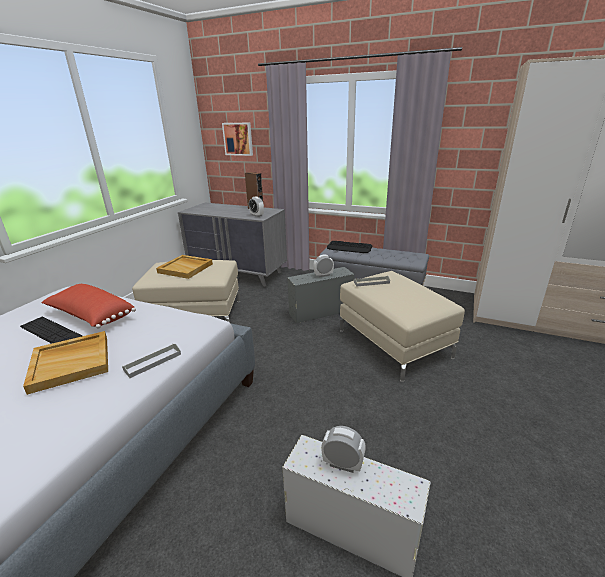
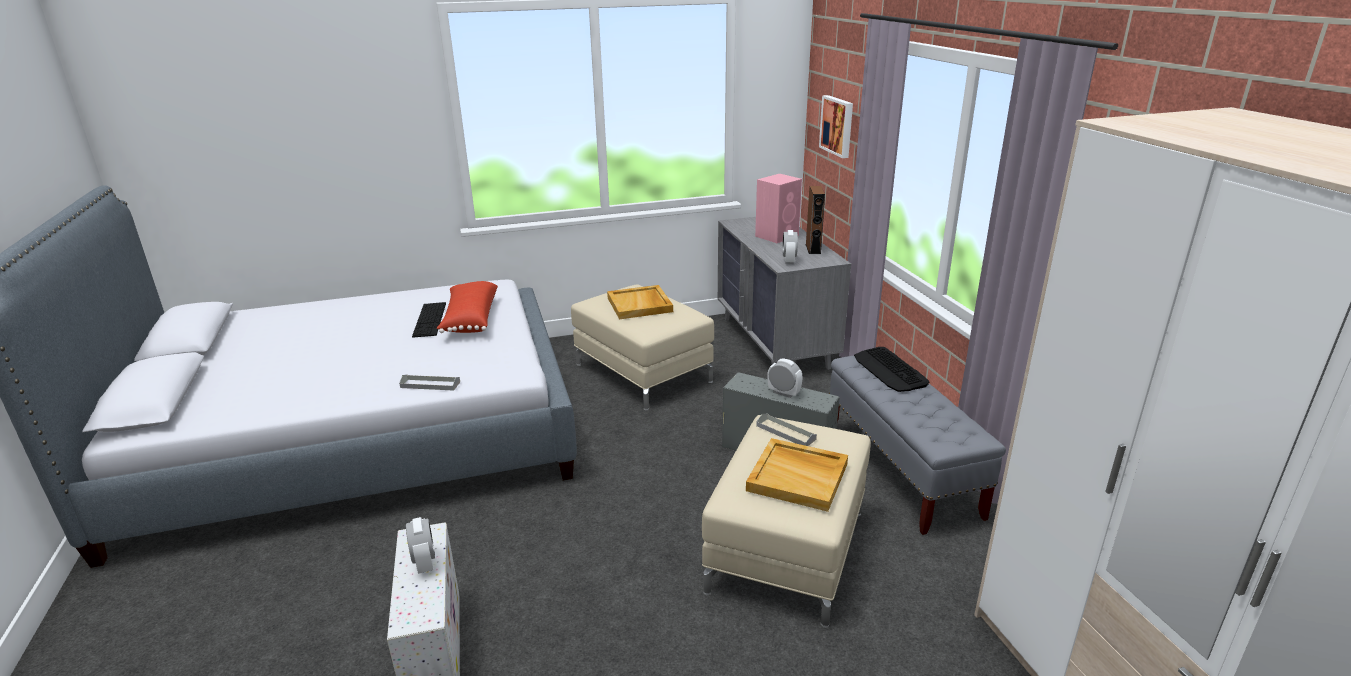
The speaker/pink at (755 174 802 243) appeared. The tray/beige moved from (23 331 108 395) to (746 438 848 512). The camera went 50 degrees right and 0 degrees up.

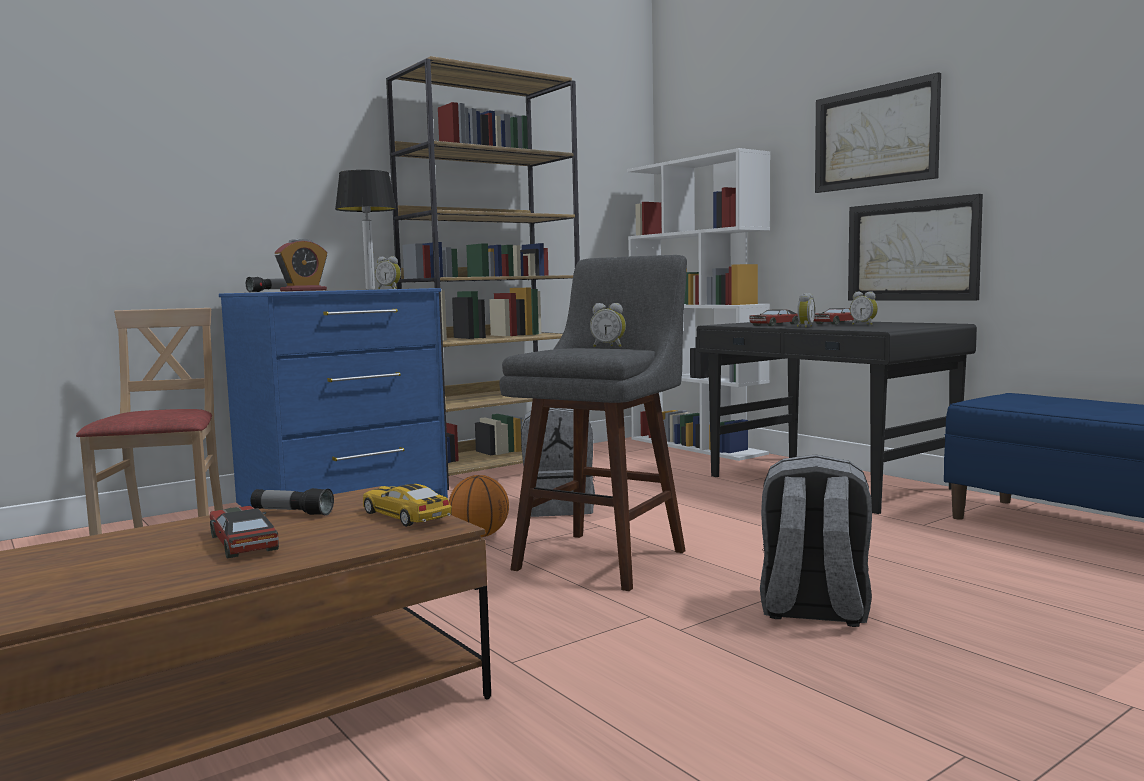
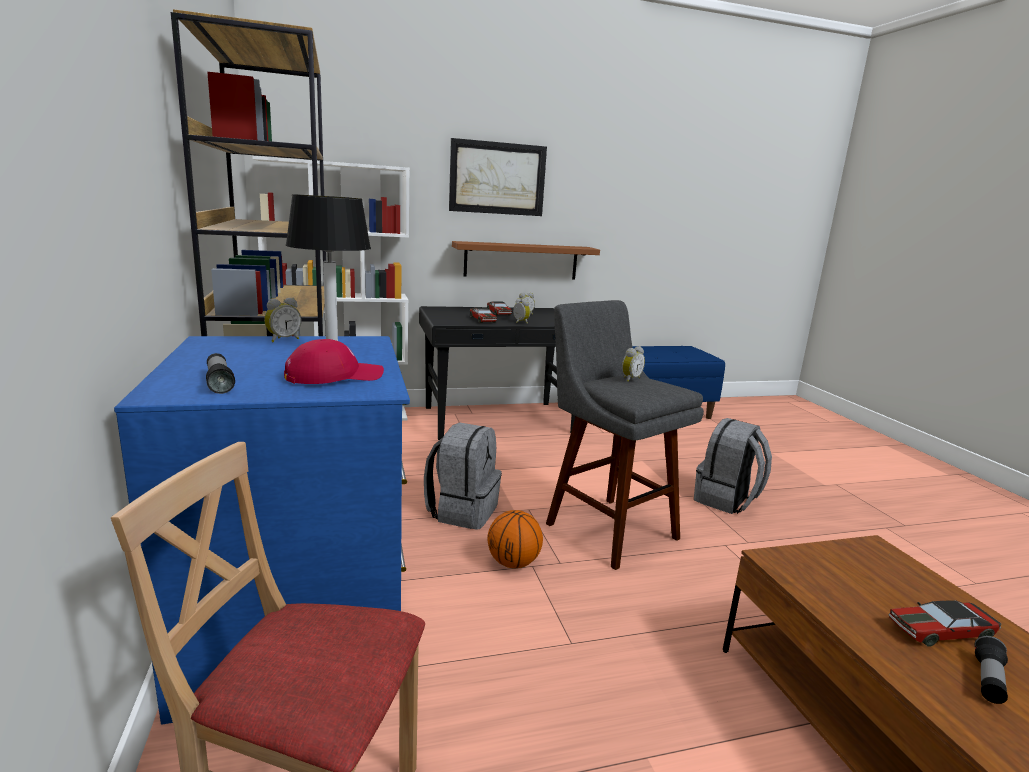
The toy car at (363 484 452 527) disappeared. The flashlight moved from (251 488 334 516) to (975 636 1008 704). The alarm clock at (275 238 327 291) was replaced by the cap/red at (284 339 384 384). The picture at (848 194 983 300) was replaced by the shelf/brown at (452 241 600 280). The camera went 70 degrees left and 10 degrees up.

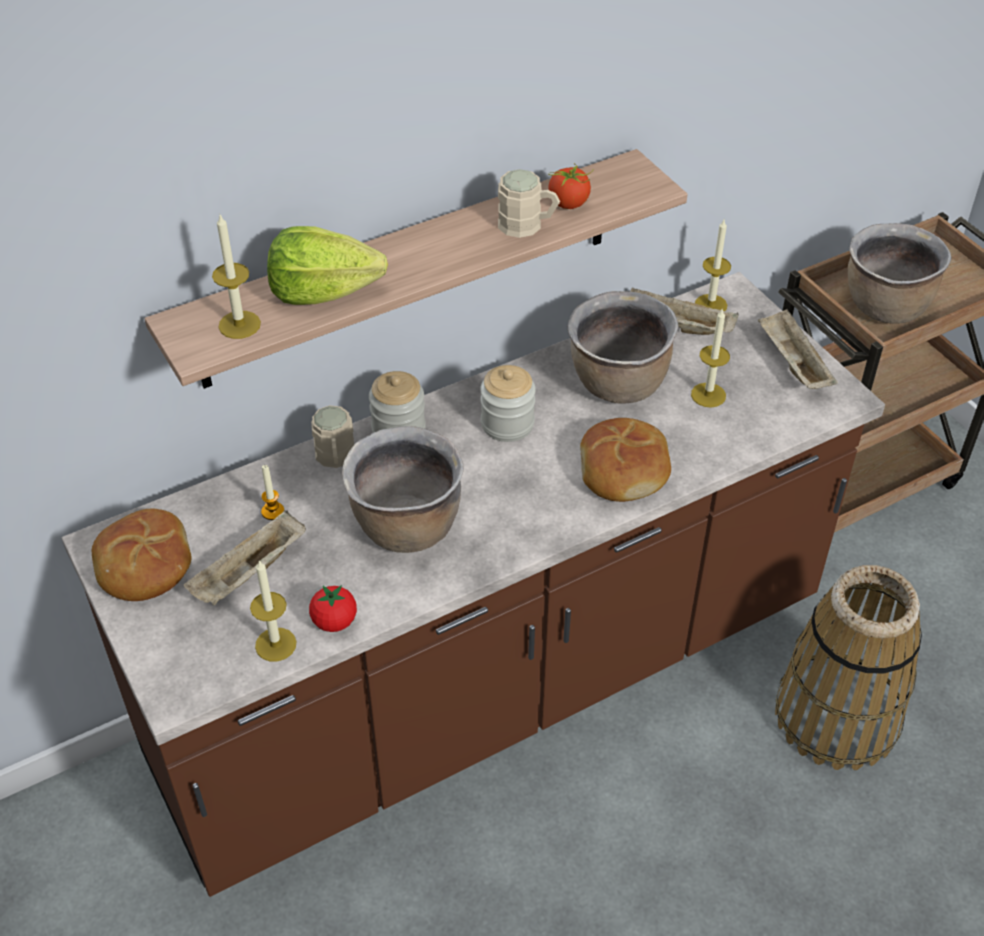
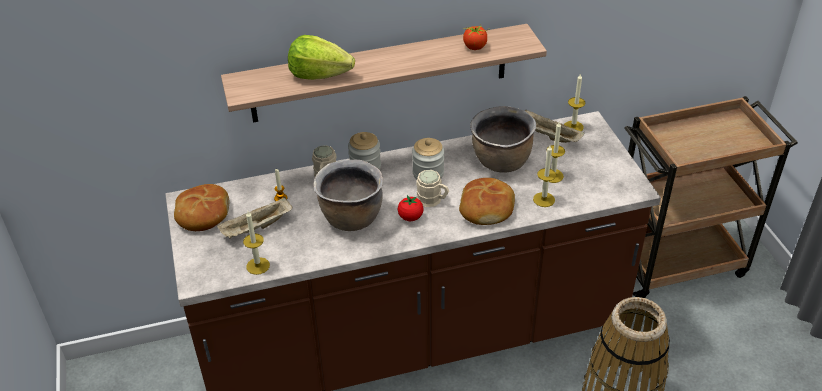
The tray/beige at (758 309 838 389) disappeared. The cooking pot/brown at (848 223 951 324) disappeared. The candle moved from (212 215 261 339) to (533 145 556 207). The tomato moved from (309 585 357 632) to (398 195 424 221). The mug/beige moved from (498 169 560 238) to (416 170 449 207). The camera went 15 degrees right and 5 degrees down.

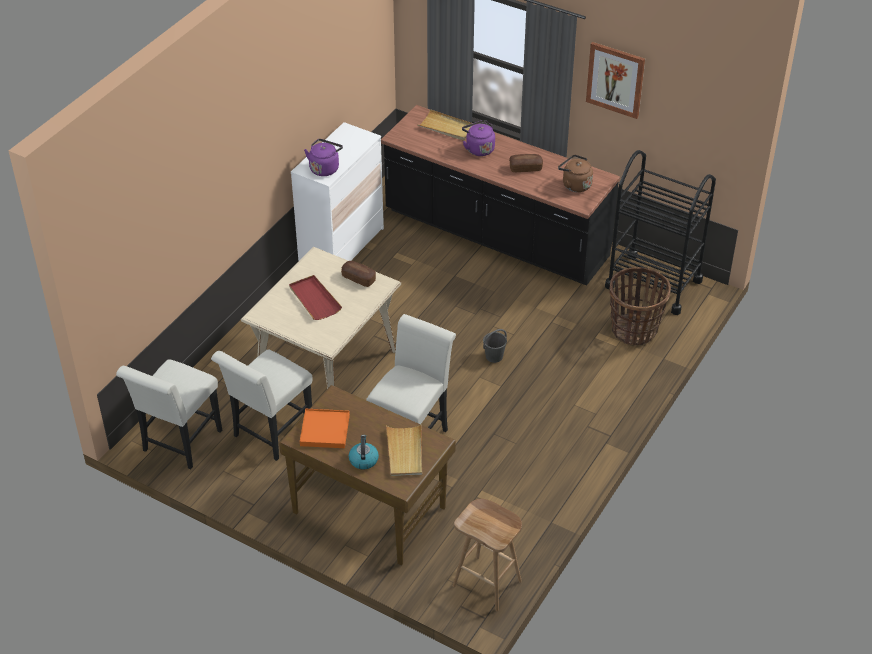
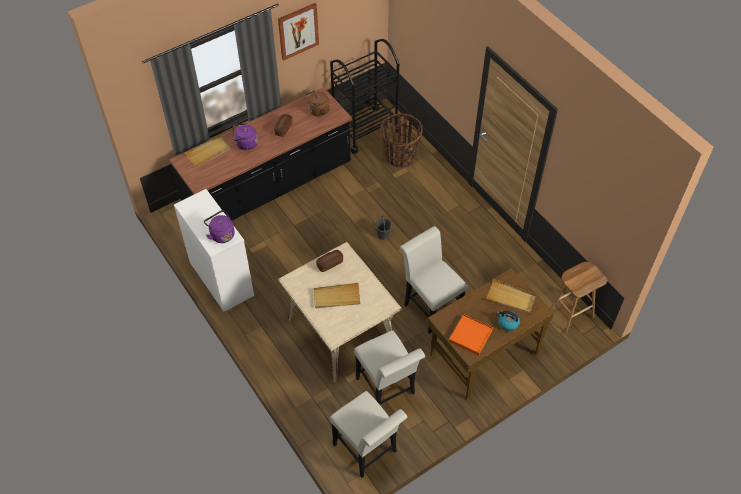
The tray/red at (289 275 342 320) became the tray/beige at (314 283 360 308). The camera went 65 degrees left and 10 degrees up.

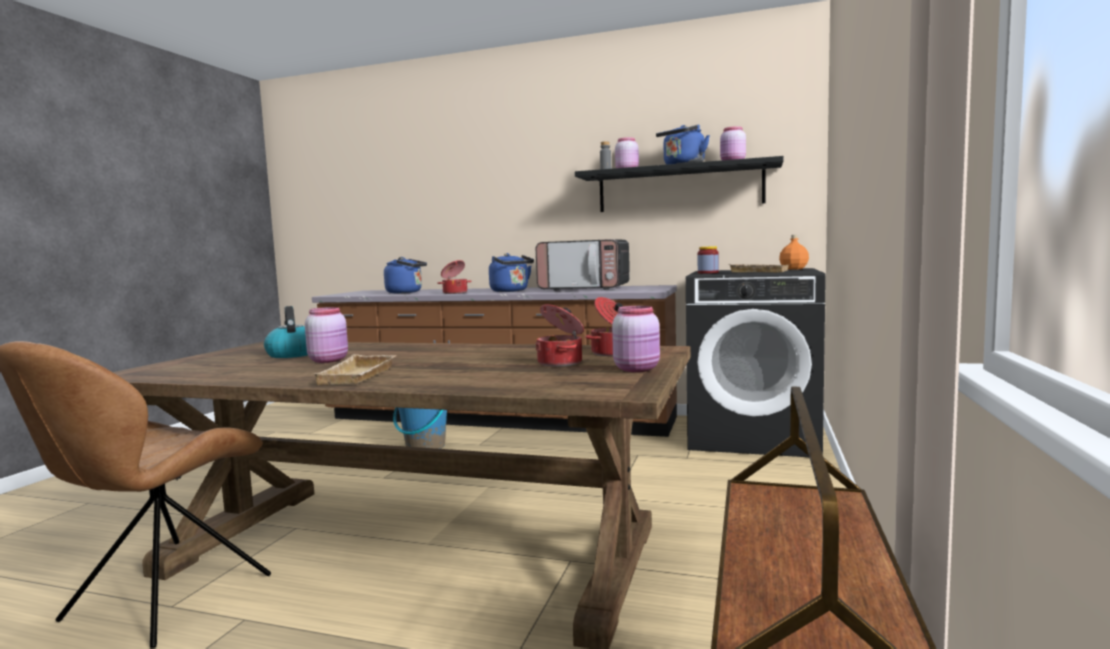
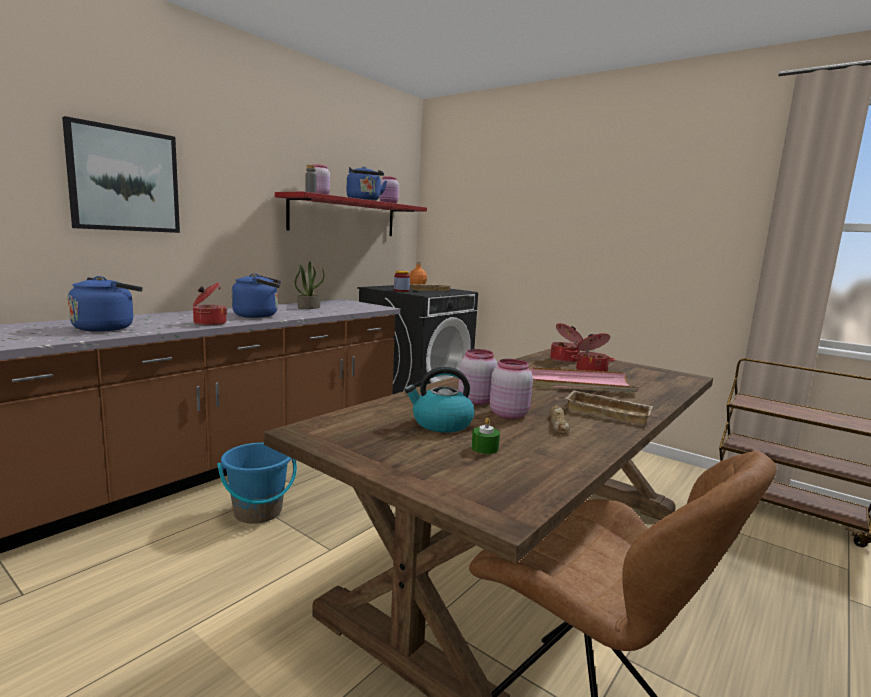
The picture at (62 116 180 233) appeared. The candle/green at (471 417 500 454) appeared. The tray/pink at (530 367 639 392) appeared. The bread at (550 405 570 434) appeared. The jar/pink moved from (612 306 660 372) to (458 349 498 405). The microwave at (536 239 630 291) was replaced by the potted plant at (295 262 324 309). The shelf/black at (575 156 784 212) became the shelf/red at (275 191 427 236). The camera went 70 degrees left and 5 degrees up.

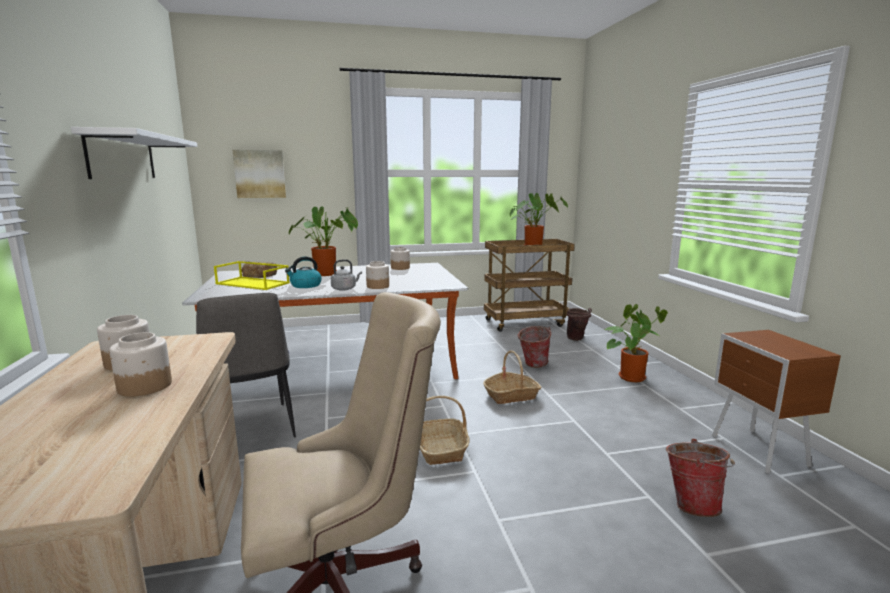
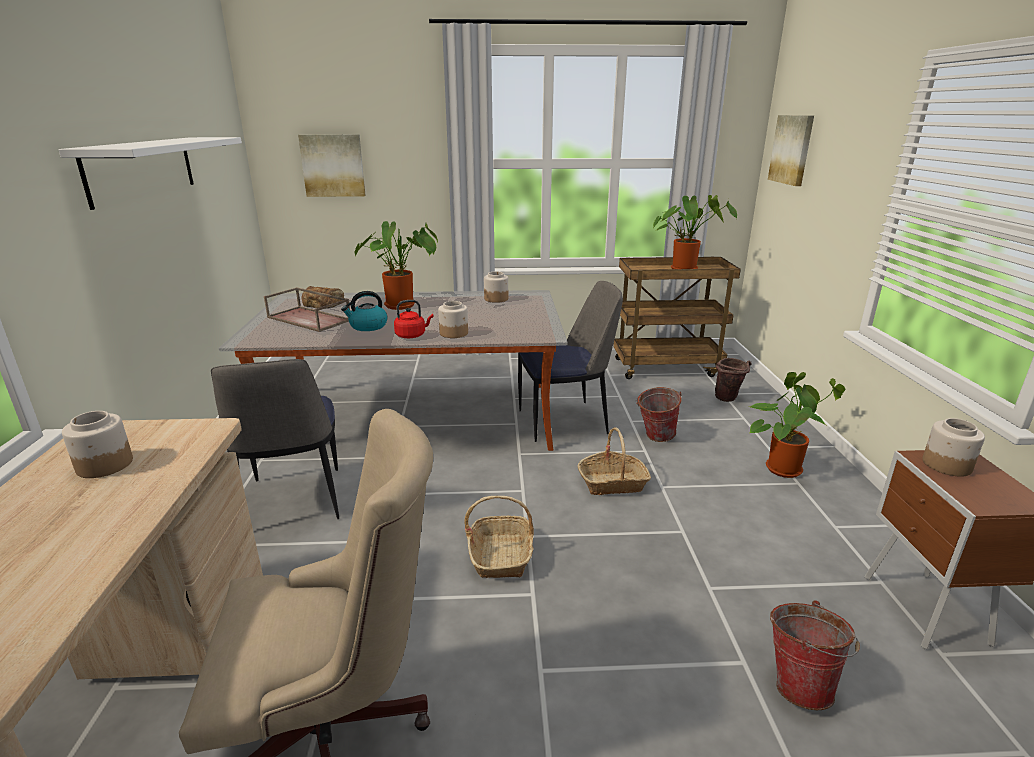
The chair at (518 281 623 442) appeared. The picture at (768 115 814 186) appeared. The jar moved from (109 332 172 397) to (922 418 985 477). The tray/yellow at (214 261 290 290) became the tray/brown at (264 287 350 332). The kettle/grey at (331 259 362 291) became the kettle/red at (394 300 434 338). The camera went 10 degrees right and 10 degrees up.

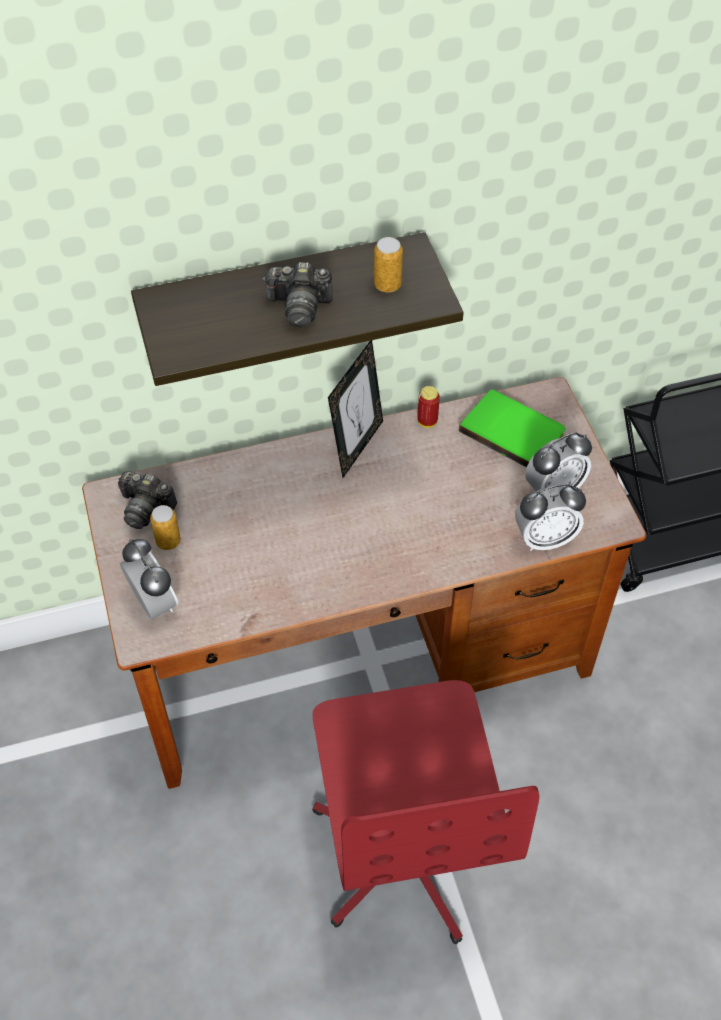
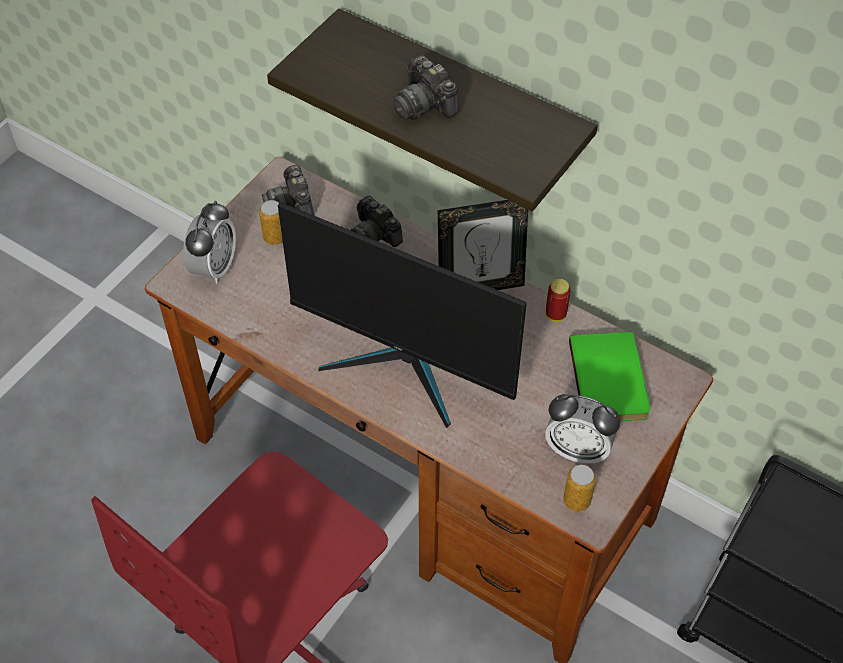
The alarm clock at (515 484 586 551) disappeared. The monitor at (278 202 527 428) appeared. The photo camera at (351 196 403 247) appeared. The can moved from (374 237 403 292) to (563 465 596 511). The camera went 50 degrees right and 0 degrees up.

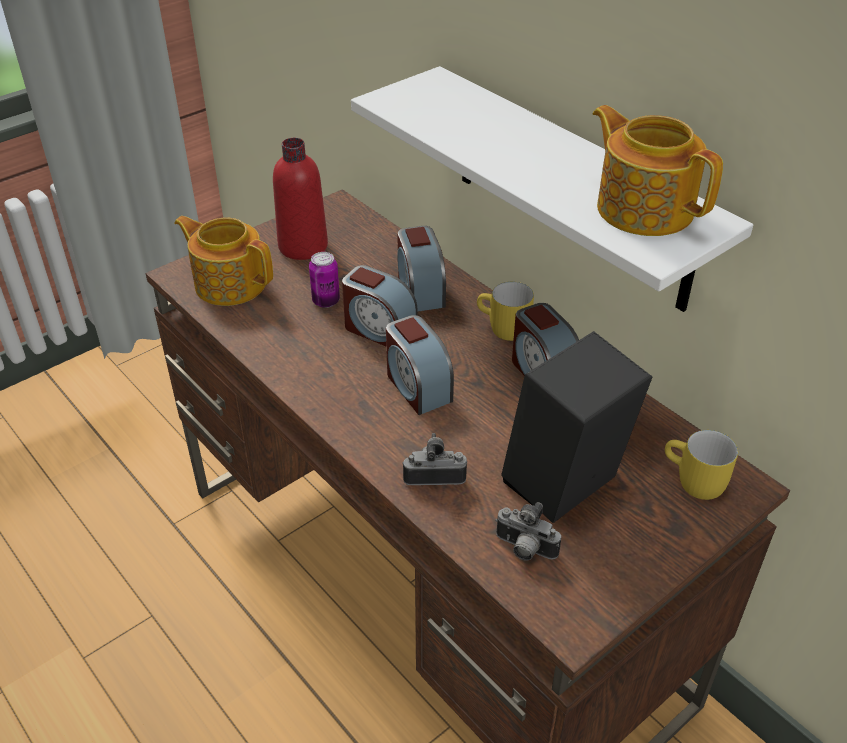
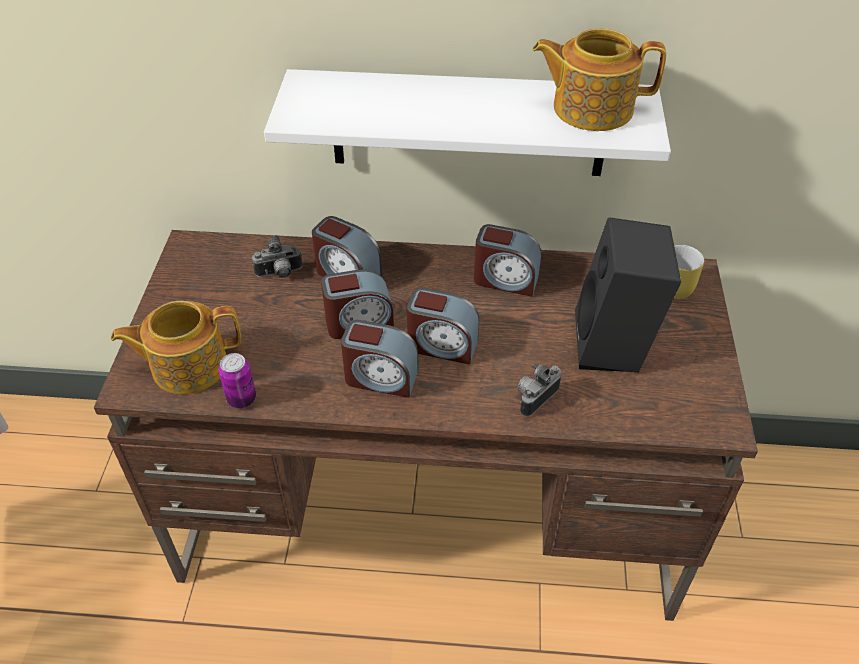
The bottle/red at (273 138 328 260) disappeared. The mug/yellow at (477 282 534 341) disappeared. The alarm clock at (341 320 418 398) appeared. The can moved from (309 252 340 308) to (218 353 256 408). The photo camera moved from (495 502 561 561) to (252 235 303 278). The camera went 45 degrees left and 5 degrees up.

